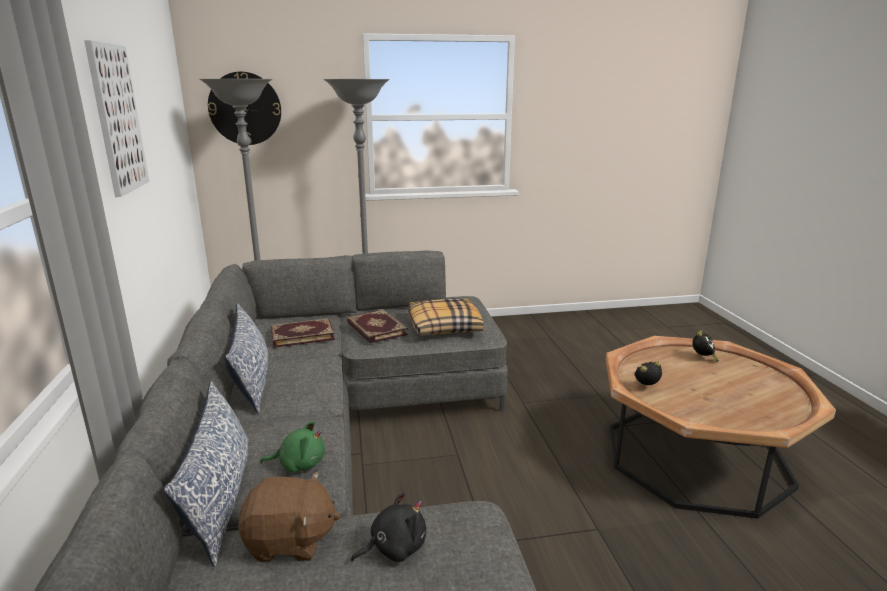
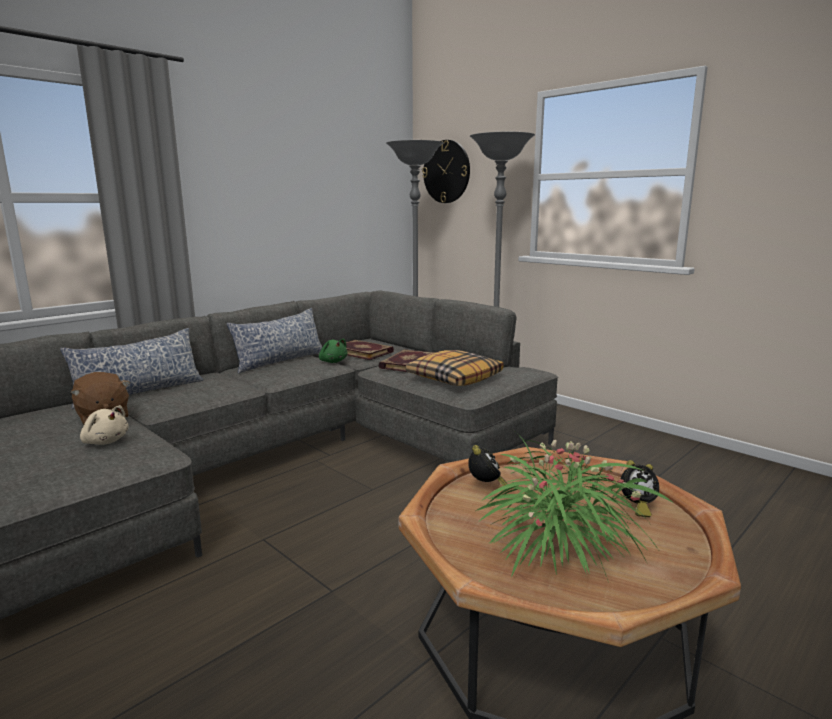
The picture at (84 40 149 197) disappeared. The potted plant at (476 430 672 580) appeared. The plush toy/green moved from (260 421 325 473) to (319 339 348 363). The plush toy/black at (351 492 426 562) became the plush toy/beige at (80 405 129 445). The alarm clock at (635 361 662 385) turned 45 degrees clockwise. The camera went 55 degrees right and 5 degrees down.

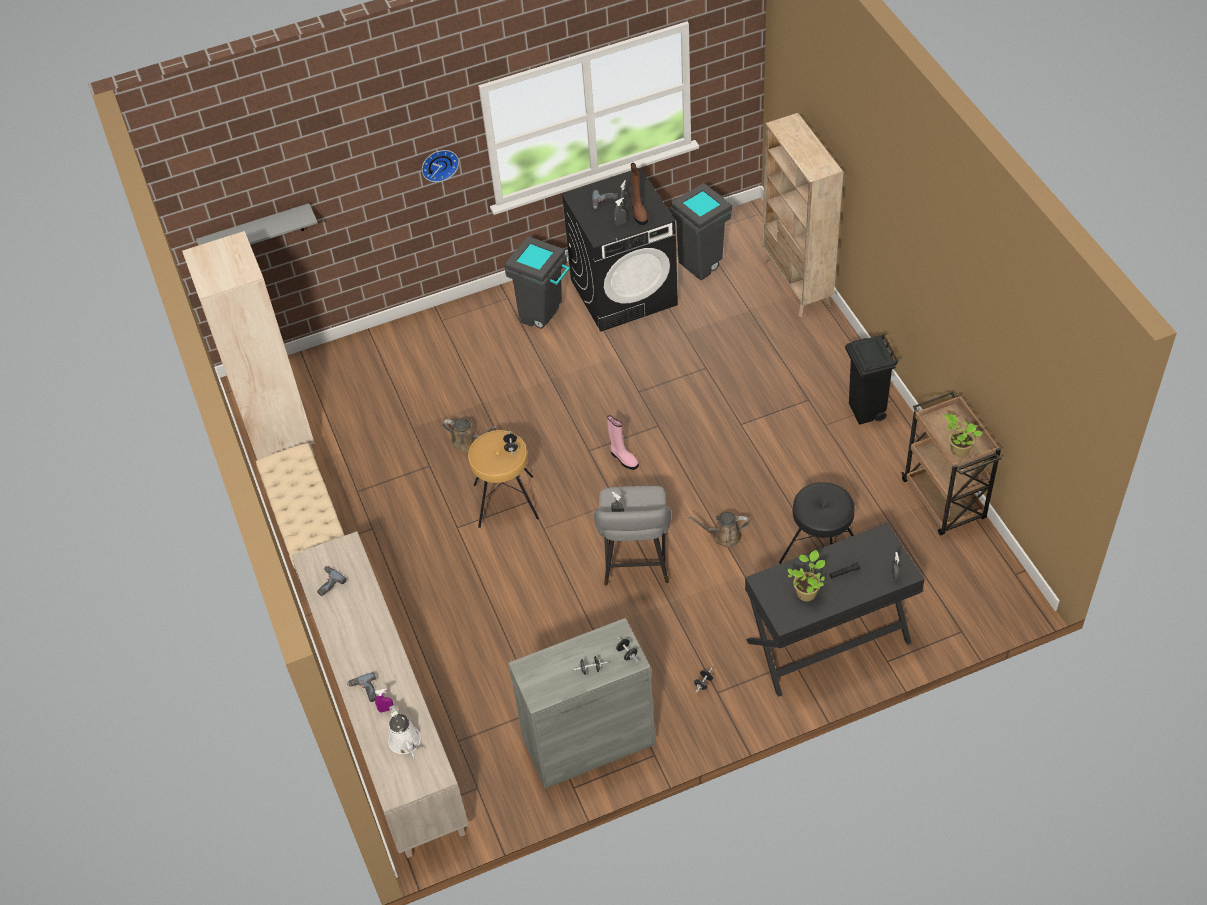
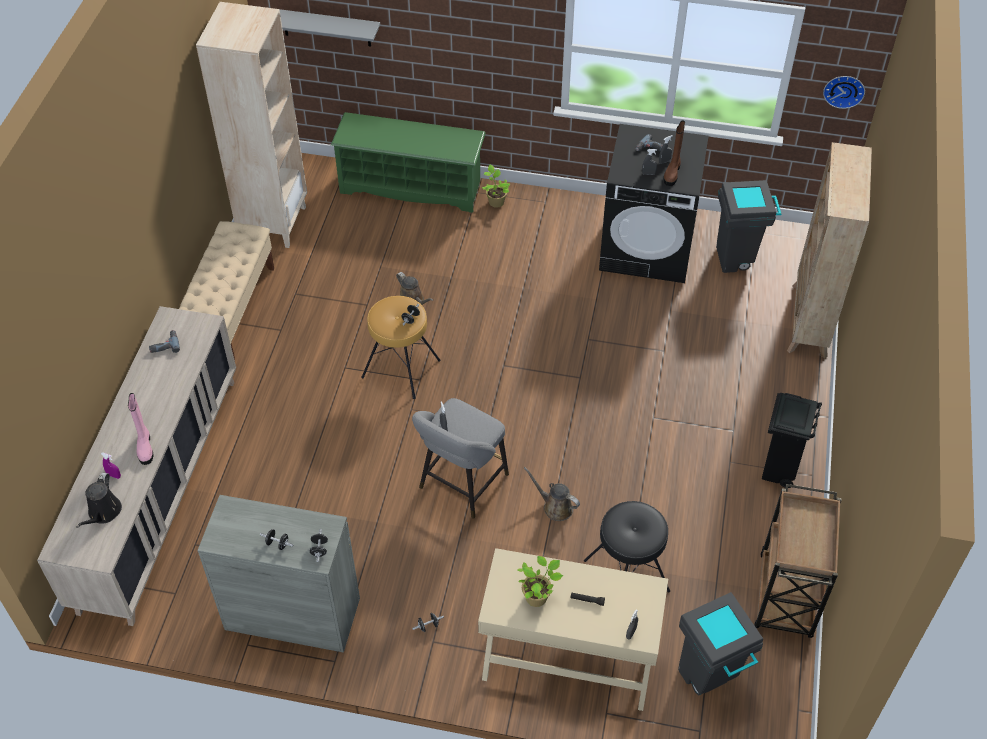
The power drill at (347 672 376 702) disappeared. The shoe rack/green at (331 112 486 213) appeared. The wall clock moved from (422 150 459 182) to (823 76 865 109). The trash can/grey moved from (505 236 570 329) to (678 592 763 695). The boot/pink moved from (607 415 639 470) to (128 393 153 465). The potted plant moved from (944 414 982 457) to (482 165 510 208). The watering can/white at (388 705 421 759) became the watering can/black at (76 473 122 528). The desk/black at (745 523 925 697) became the desk/beige at (478 548 668 711). The camera went 30 degrees right and 0 degrees up.

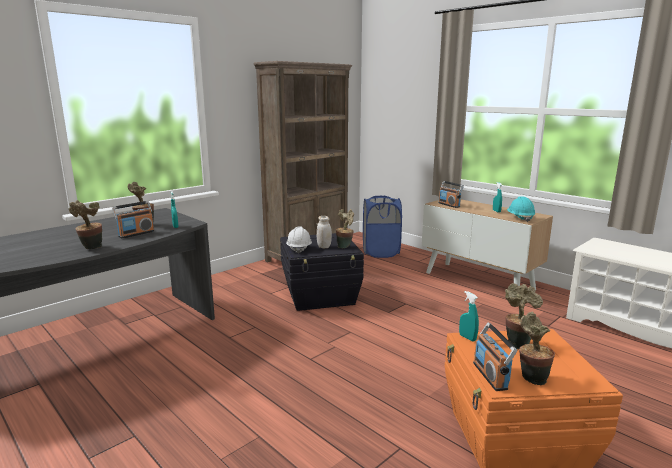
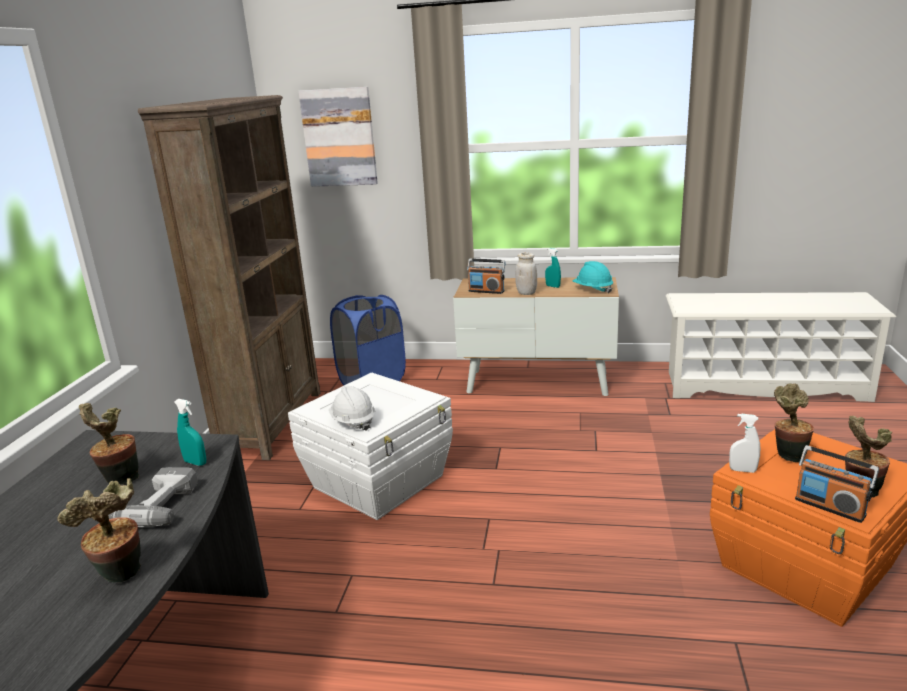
The potted plant at (336 209 354 248) disappeared. The picture at (298 87 378 187) appeared. The jar/white moved from (317 216 332 248) to (515 253 537 295). The radio at (112 201 155 239) was replaced by the power drill at (108 467 198 527). The storage box/black at (280 233 364 311) became the storage box/white at (288 373 453 520). The spray bottle/turquoise at (459 291 479 342) became the spray bottle/white at (729 414 760 473). The camera went 35 degrees left and 5 degrees up.

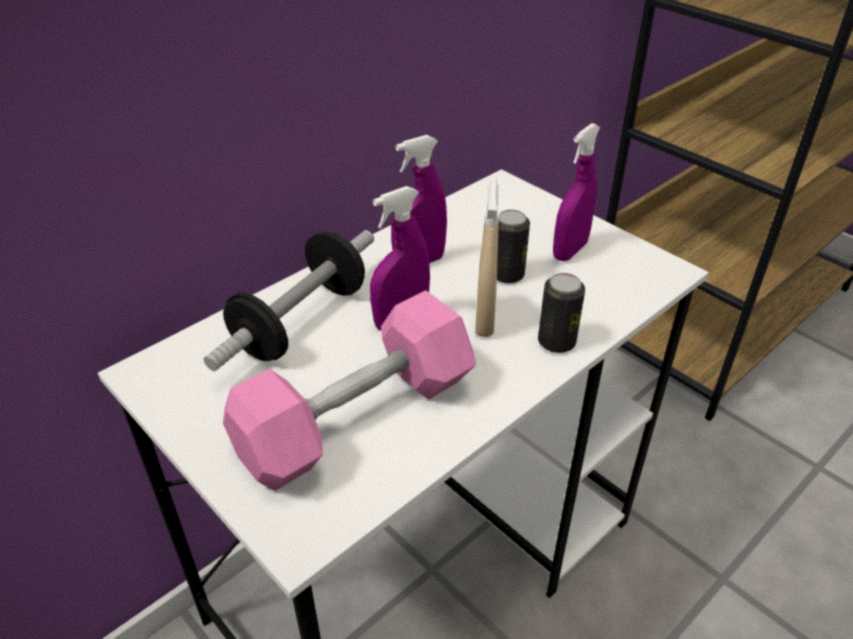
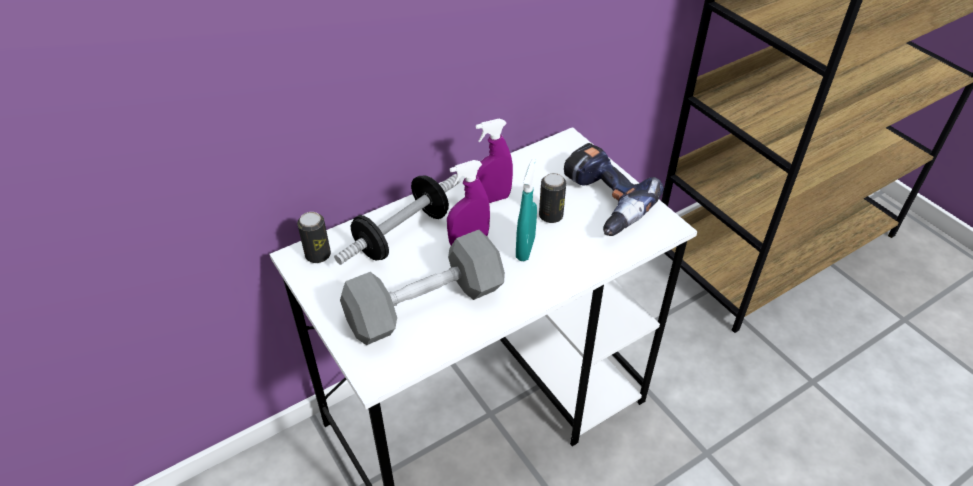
The can moved from (538 273 585 353) to (297 212 331 263). The spray bottle/purple at (553 123 600 261) was replaced by the power drill at (564 143 664 236). The dumbbell/pink at (223 290 476 491) became the dumbbell/grey at (340 230 505 345). The spray bottle/beige at (475 176 499 337) became the spray bottle/turquoise at (516 159 537 261). The camera went 10 degrees right and 5 degrees up.

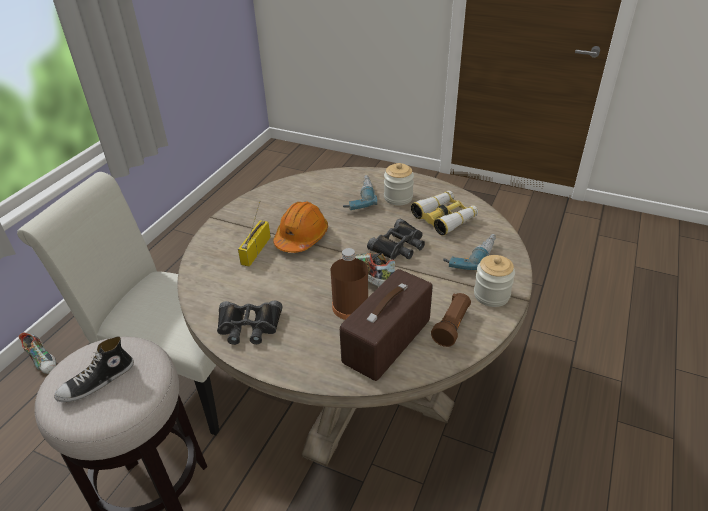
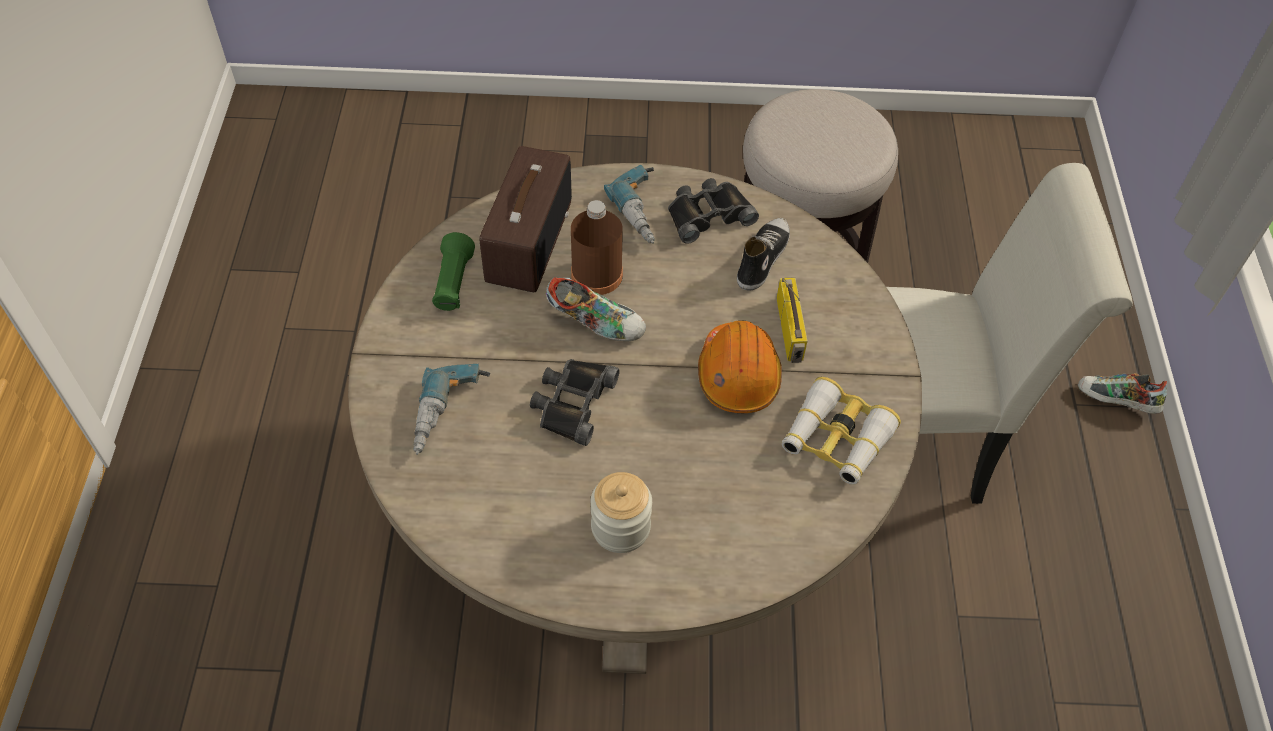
The jar at (474 255 515 307) disappeared. The shoe moved from (54 336 134 402) to (737 218 790 291). The power drill moved from (343 175 377 210) to (604 165 655 244). The binoculars moved from (411 191 478 236) to (782 377 901 485). The flashlight/brown at (431 293 471 347) became the flashlight/green at (432 232 475 311). The camera went 155 degrees right and 15 degrees up.

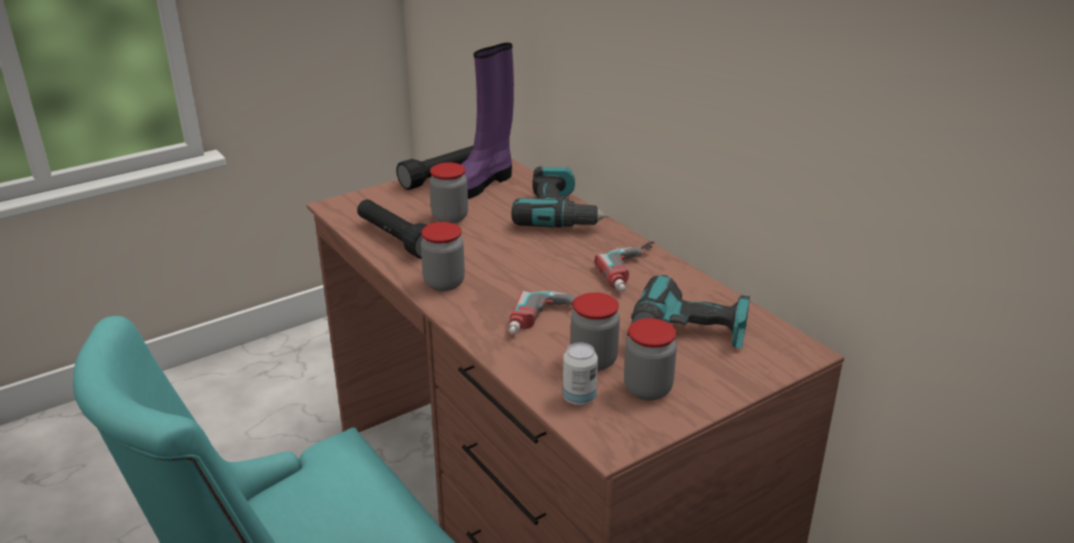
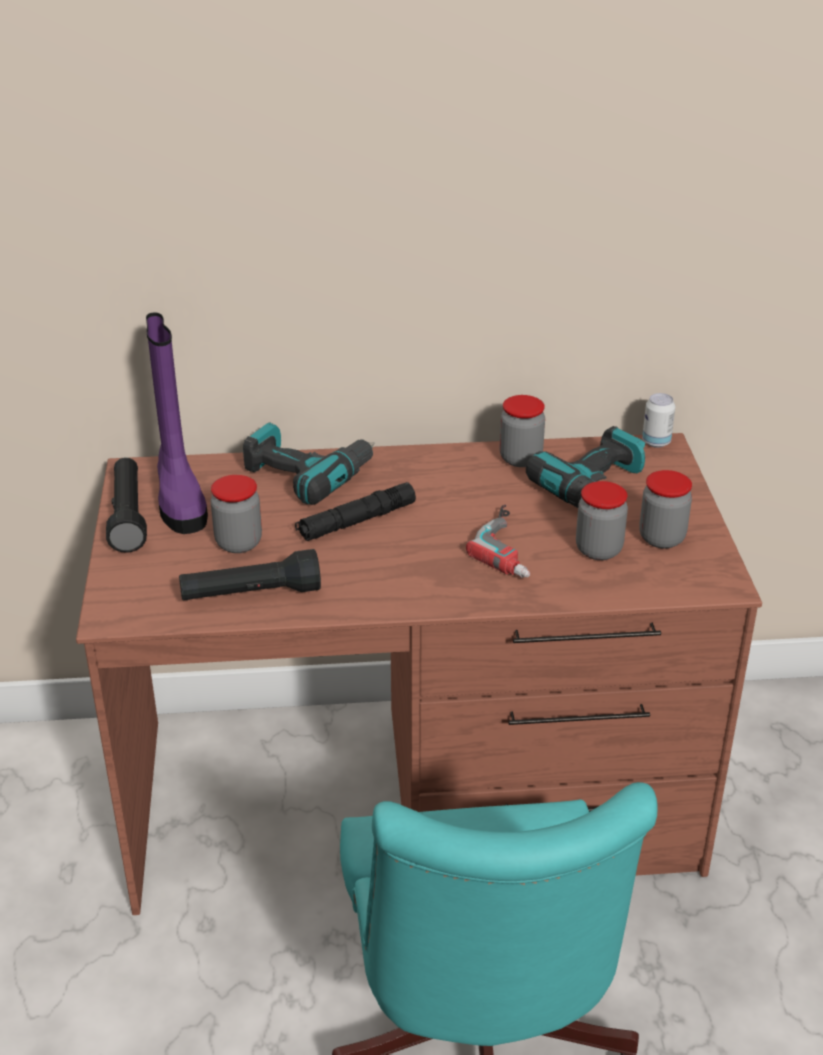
The power drill at (595 241 655 291) disappeared. The flashlight/black at (295 482 416 541) appeared. The jar moved from (421 222 465 291) to (499 395 545 467). The can moved from (563 343 598 406) to (642 393 675 448). The camera went 60 degrees left and 5 degrees up.

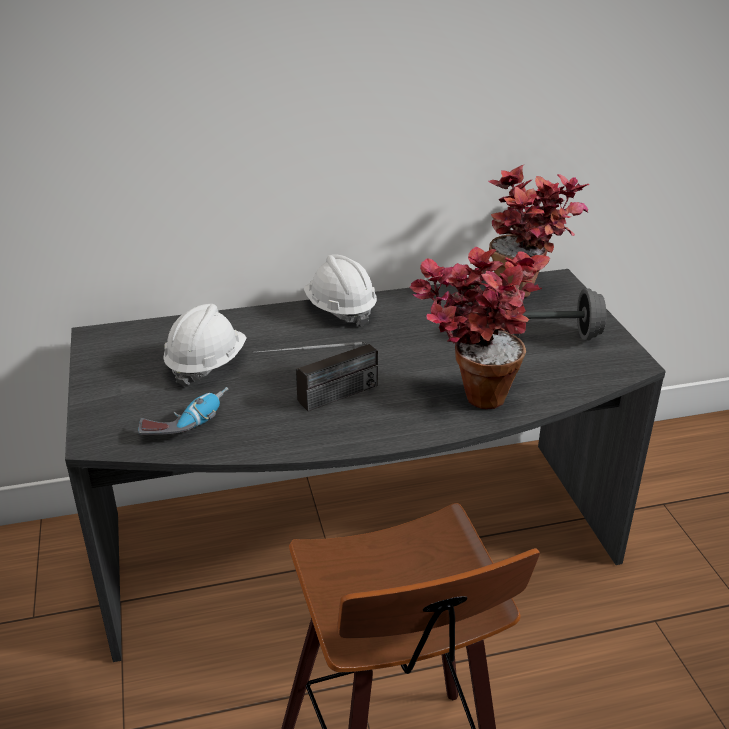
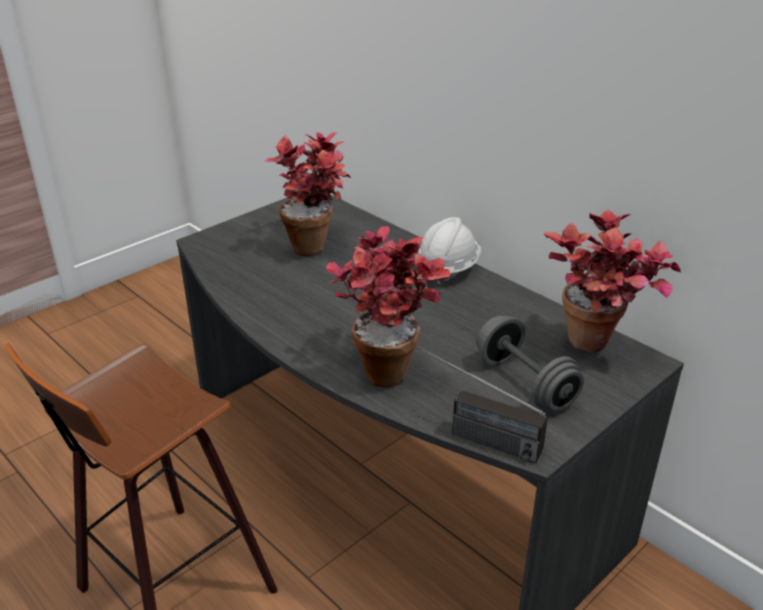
The power drill at (138 387 228 435) disappeared. The radio moved from (252 342 378 411) to (418 347 548 463). The hard hat/white at (163 304 247 387) was replaced by the potted plant at (265 132 351 256). The camera went 60 degrees right and 0 degrees up.

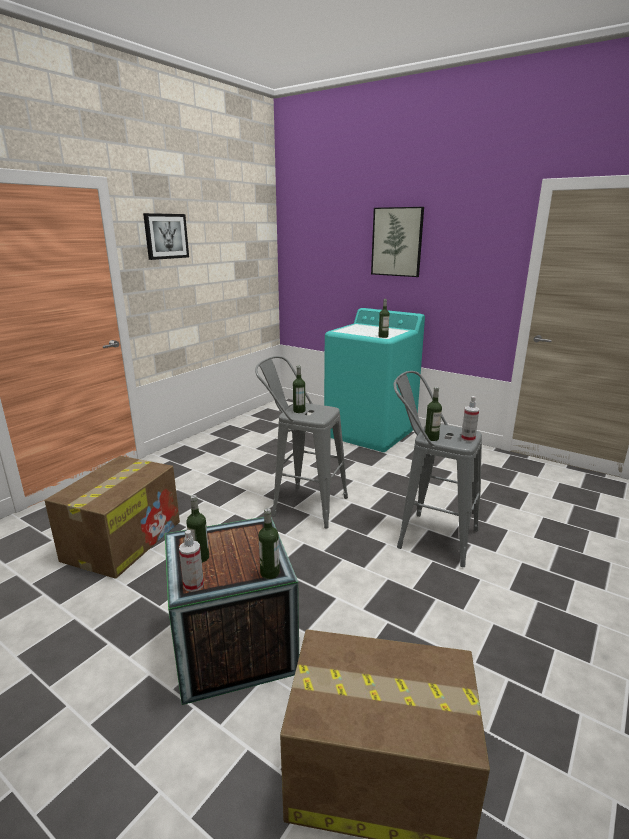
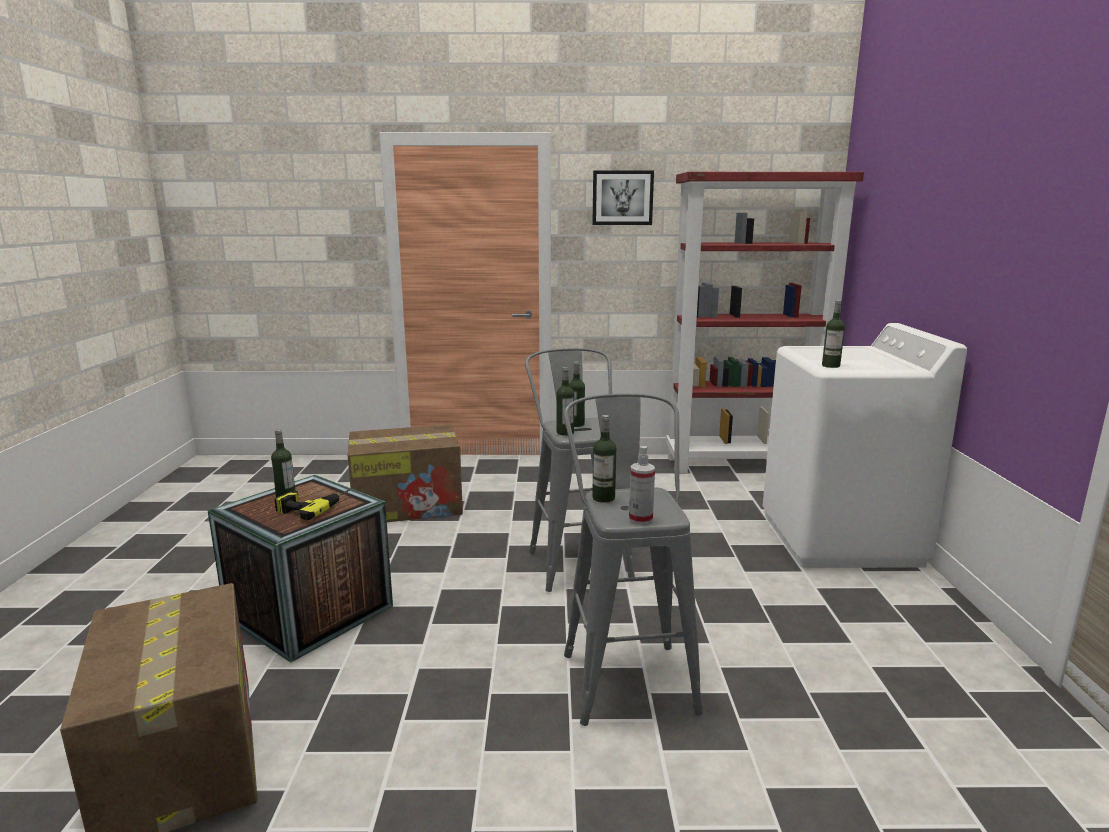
The spray bottle at (179 530 204 592) disappeared. The picture at (371 207 424 277) disappeared. The power drill at (275 488 352 520) appeared. The bookcase/red at (666 172 864 474) appeared. The bottle moved from (258 508 280 579) to (556 367 574 436). The washing machine/turquoise at (324 308 425 452) became the washing machine/white at (763 323 967 568). The camera went 55 degrees right and 5 degrees down.

